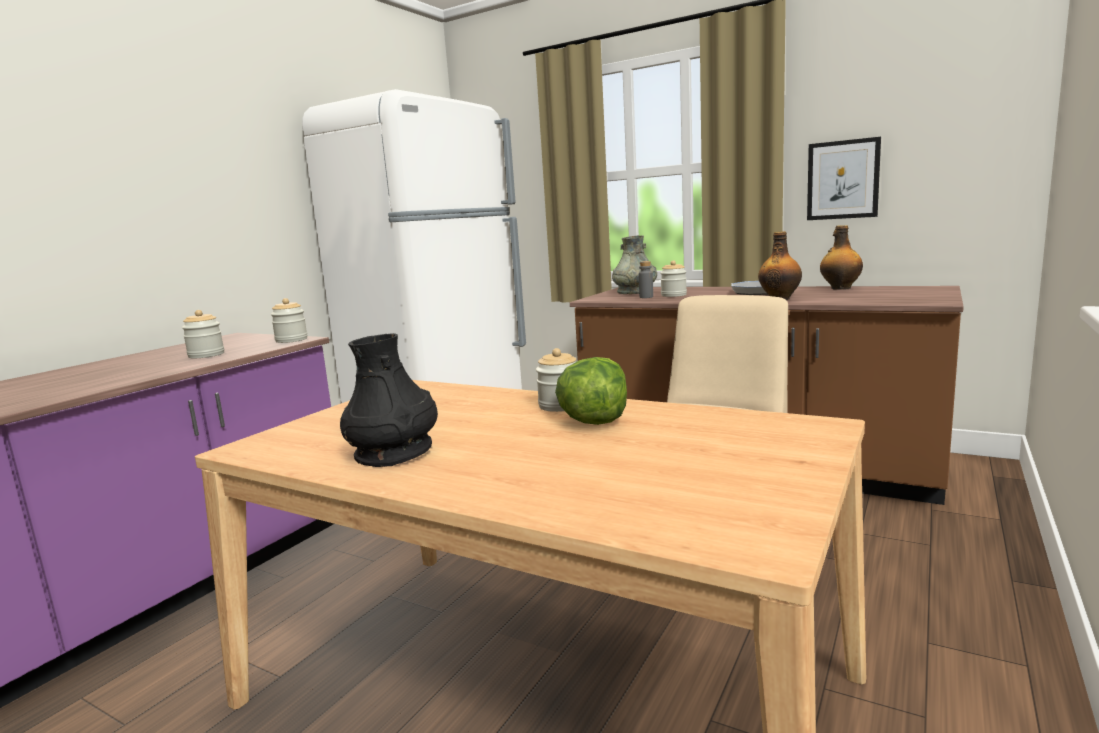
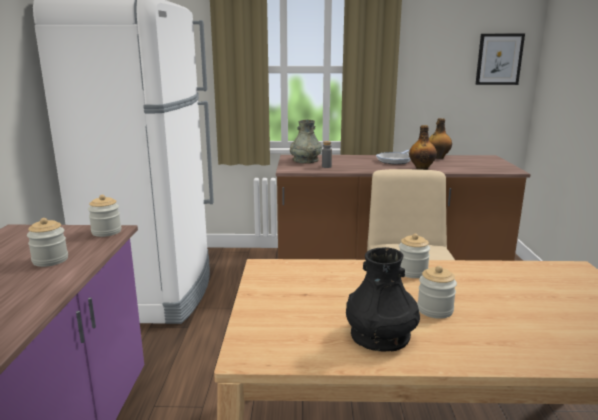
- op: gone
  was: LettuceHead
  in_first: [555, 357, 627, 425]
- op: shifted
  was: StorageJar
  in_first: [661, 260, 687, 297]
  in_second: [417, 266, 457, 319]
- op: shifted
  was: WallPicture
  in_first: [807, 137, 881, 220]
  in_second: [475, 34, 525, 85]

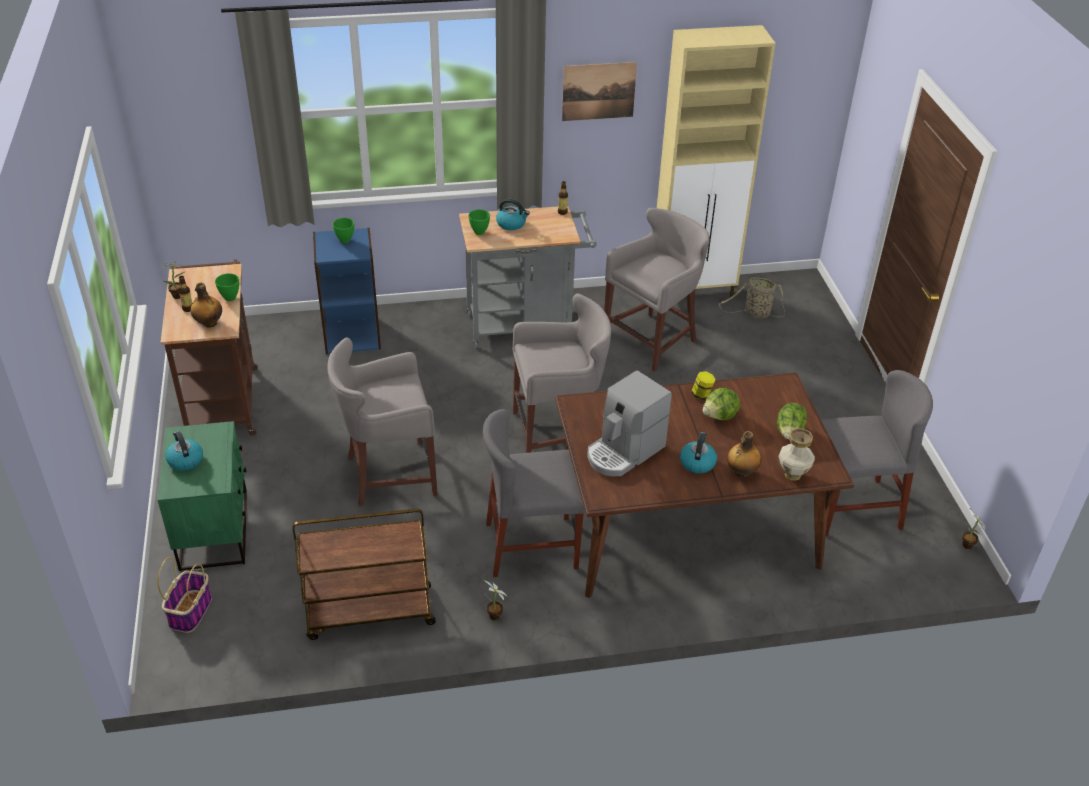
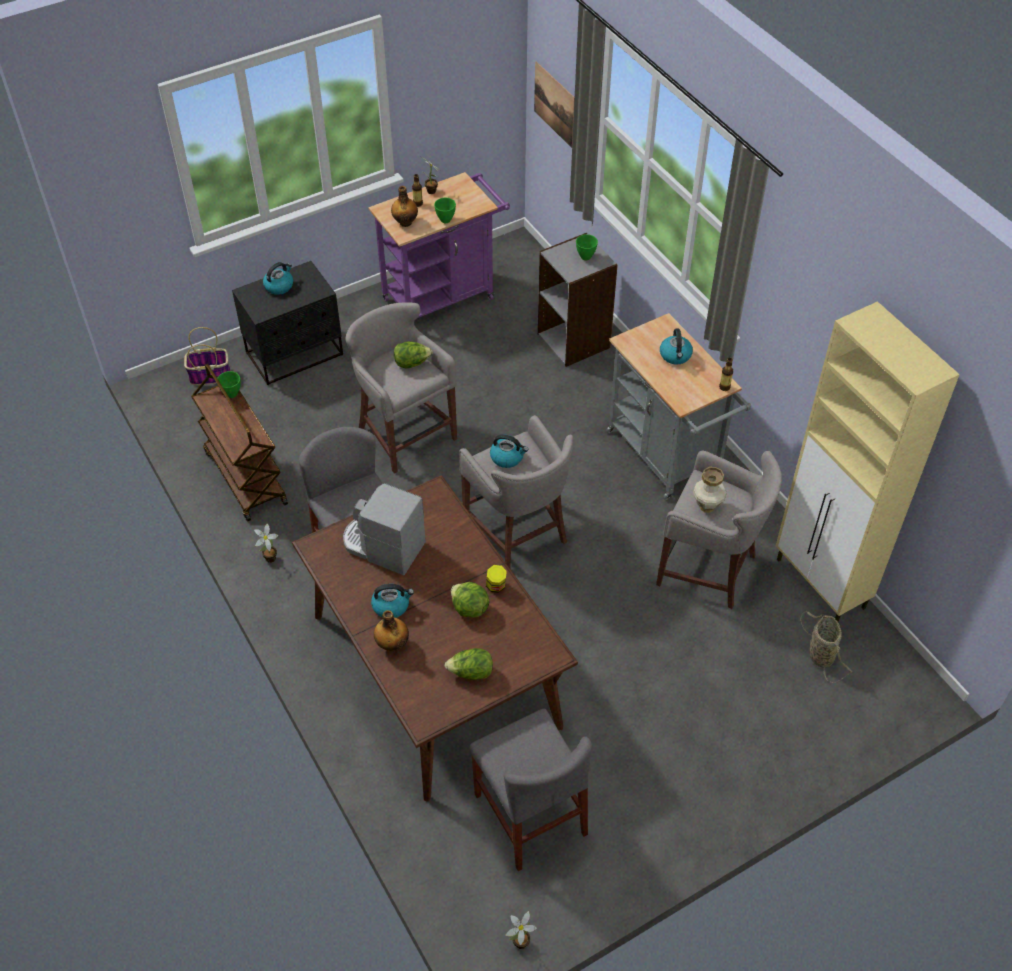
- op: new
  now: LettuceHead
  in_second: [394, 341, 433, 368]
- op: new
  now: TeaKettle
  in_second: [490, 434, 528, 468]
- op: shifted
  was: GreenishDeepDish
  in_first: [468, 209, 490, 235]
  in_second: [217, 371, 241, 398]
- op: shifted
  was: WallPicture
  in_first: [562, 62, 637, 121]
  in_second: [534, 61, 575, 148]
- op: shifted
  was: FlowerVase
  in_first: [778, 428, 815, 481]
  in_second: [693, 467, 727, 513]
- op: repainted
  was: GreenishNightstand
  now: BlackishNightstand
  in_first: [158, 421, 247, 571]
  in_second: [232, 261, 343, 385]
- op: repainted
  was: BrownColouredWheeledCart
  now: PurplishWheeledCart
  in_first: [161, 259, 258, 436]
  in_second: [368, 172, 510, 318]
- op: repainted
  was: BlueShelvingUnit
  now: GreyishShelvingUnit
  in_first: [313, 228, 381, 354]
  in_second: [538, 233, 618, 367]

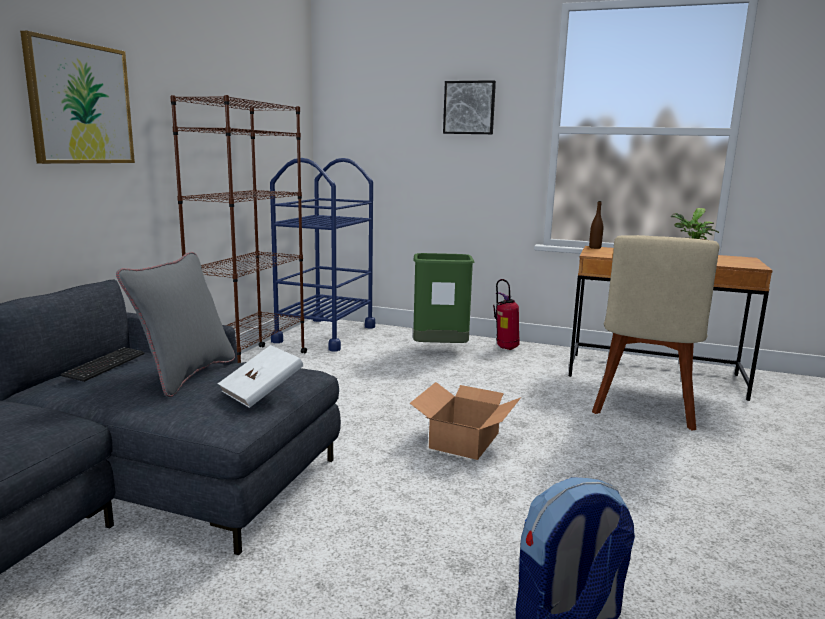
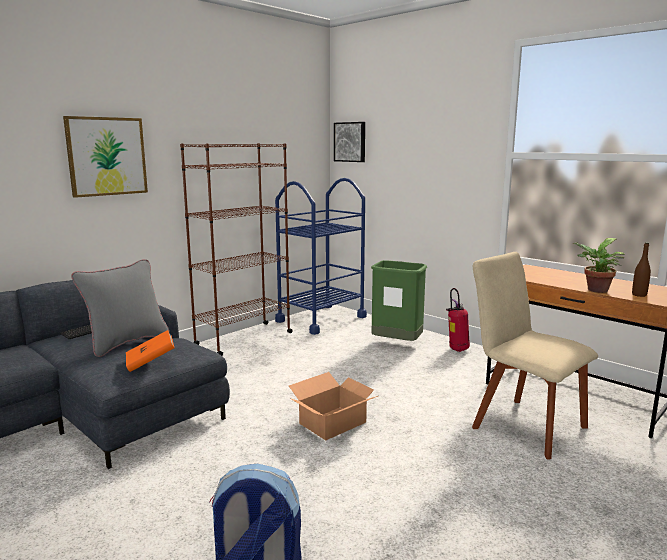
- op: shifted
  was: WallPicture
  in_first: [443, 80, 496, 134]
  in_second: [334, 122, 365, 162]
- op: shifted
  was: BrownColouredBeverageBottle
  in_first: [589, 201, 603, 249]
  in_second: [632, 242, 651, 297]
- op: repainted
  was: WhitishBook
  now: OrangeyBook
  in_first: [218, 345, 303, 408]
  in_second: [126, 330, 174, 372]
- op: rotated
  was: SandColouredPlainChair
  in_first: [592, 235, 719, 431]
  in_second: [472, 252, 598, 460]
  clockwise: 90

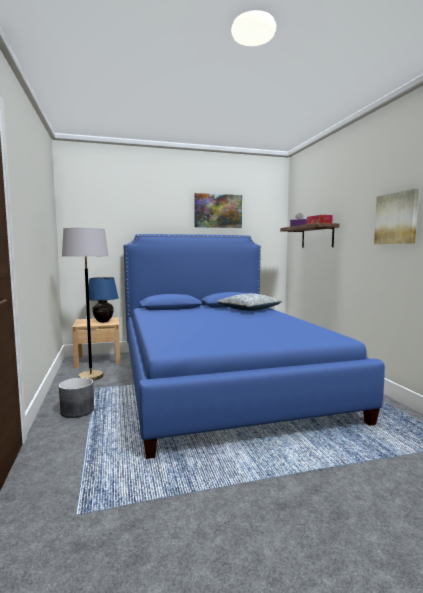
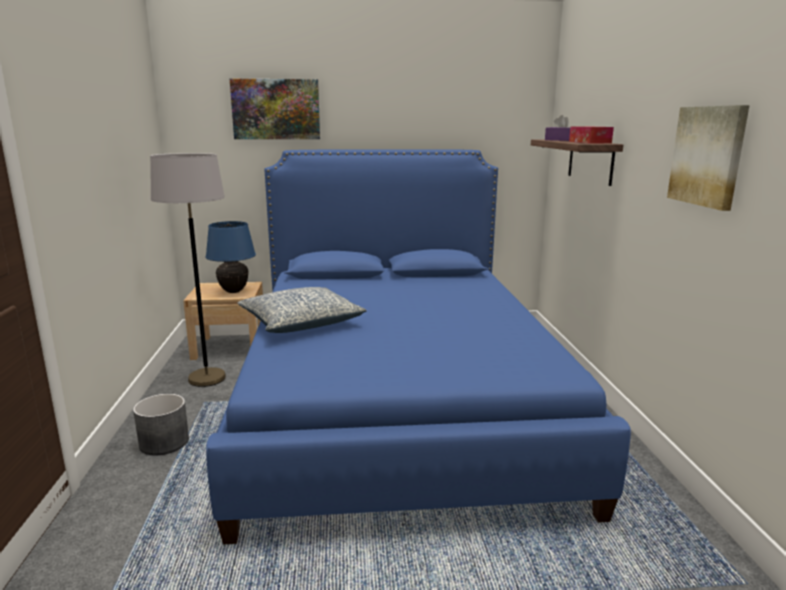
- op: shifted
  was: WallPicture
  in_first: [194, 193, 242, 228]
  in_second: [230, 79, 320, 139]
- op: shifted
  was: Pillow
  in_first: [217, 293, 282, 311]
  in_second: [238, 287, 367, 333]

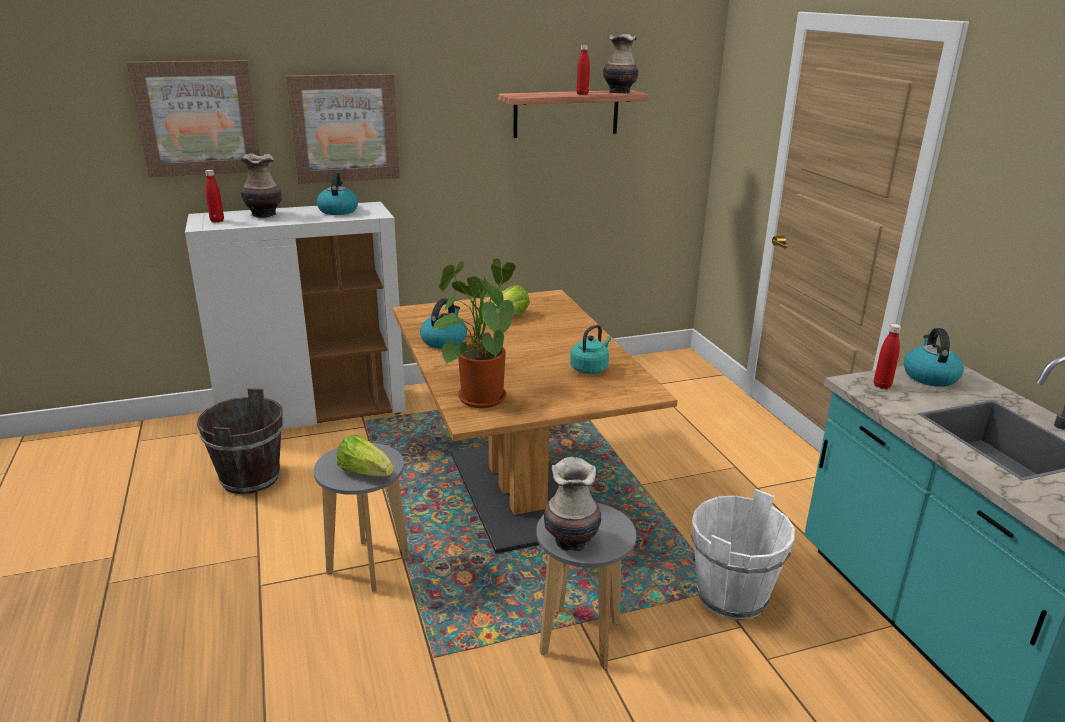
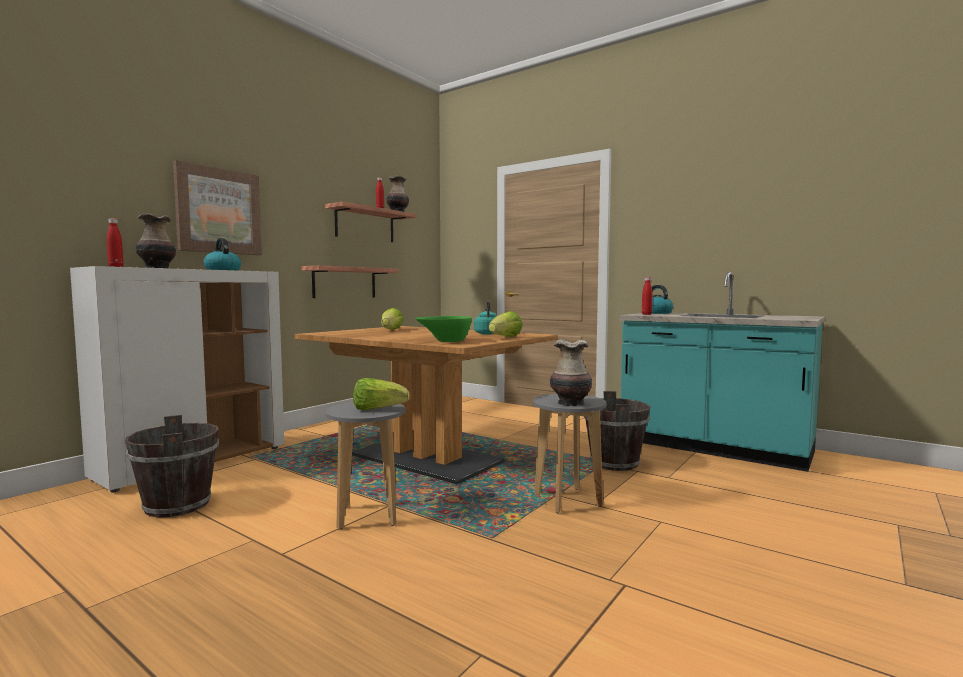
- op: gone
  was: WallPicture
  in_first: [127, 60, 260, 177]
- op: gone
  was: TeaKettle
  in_first: [420, 298, 467, 349]
- op: new
  now: Shelf
  in_second: [301, 265, 399, 298]
- op: new
  now: LettuceHead
  in_second: [489, 311, 523, 337]
- op: swapped
  was: PlantInAPot
  now: GreenishDeepDish
  in_first: [432, 258, 527, 408]
  in_second: [415, 316, 472, 342]
- op: repainted
  was: WhitishWaterBucket
  now: BrownColouredWaterBucket
  in_first: [691, 489, 795, 620]
  in_second: [584, 391, 650, 471]

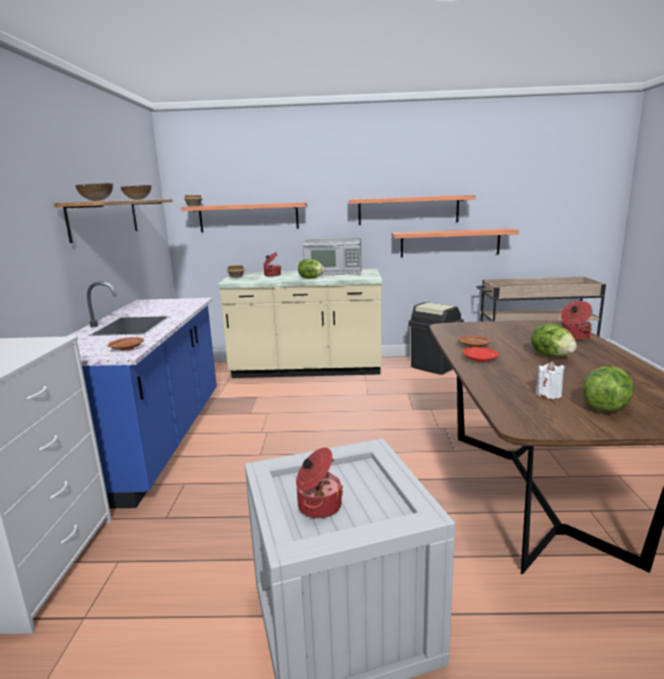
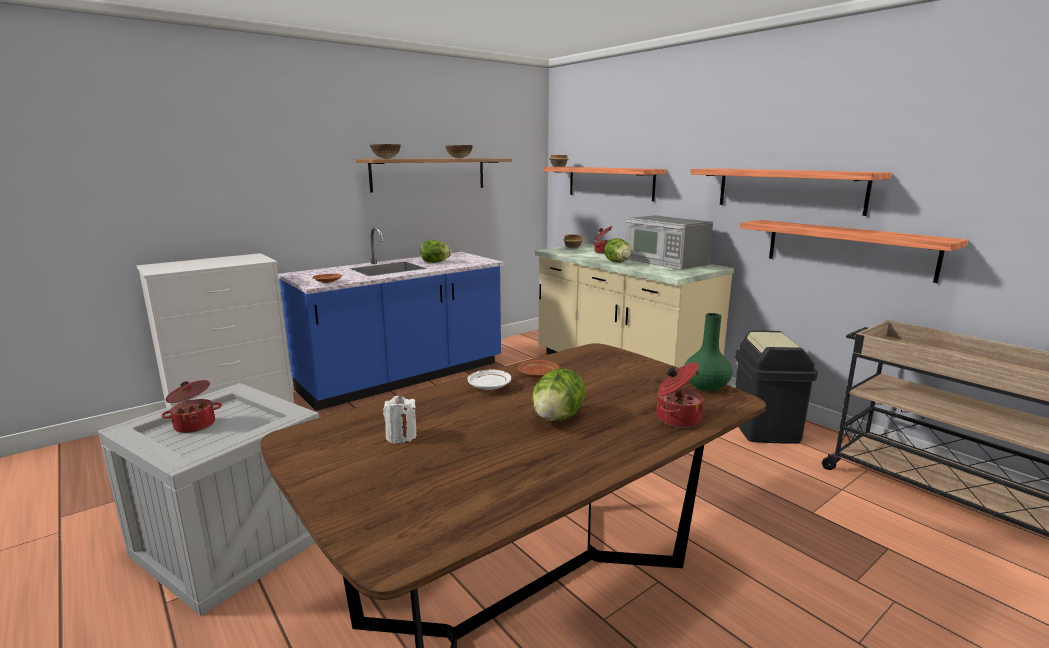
- op: new
  now: GreenishFlowerVase
  in_second: [685, 313, 733, 391]
- op: shifted
  was: LettuceHead
  in_first: [583, 366, 634, 412]
  in_second: [421, 240, 452, 263]
- op: repainted
  was: RedColouredDinnerPlate
  now: WhitishDinnerPlate
  in_first: [463, 347, 499, 362]
  in_second: [467, 369, 511, 390]

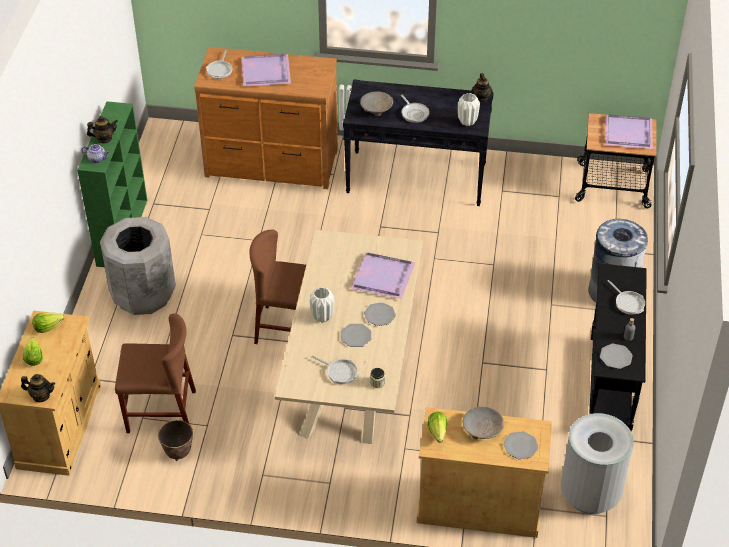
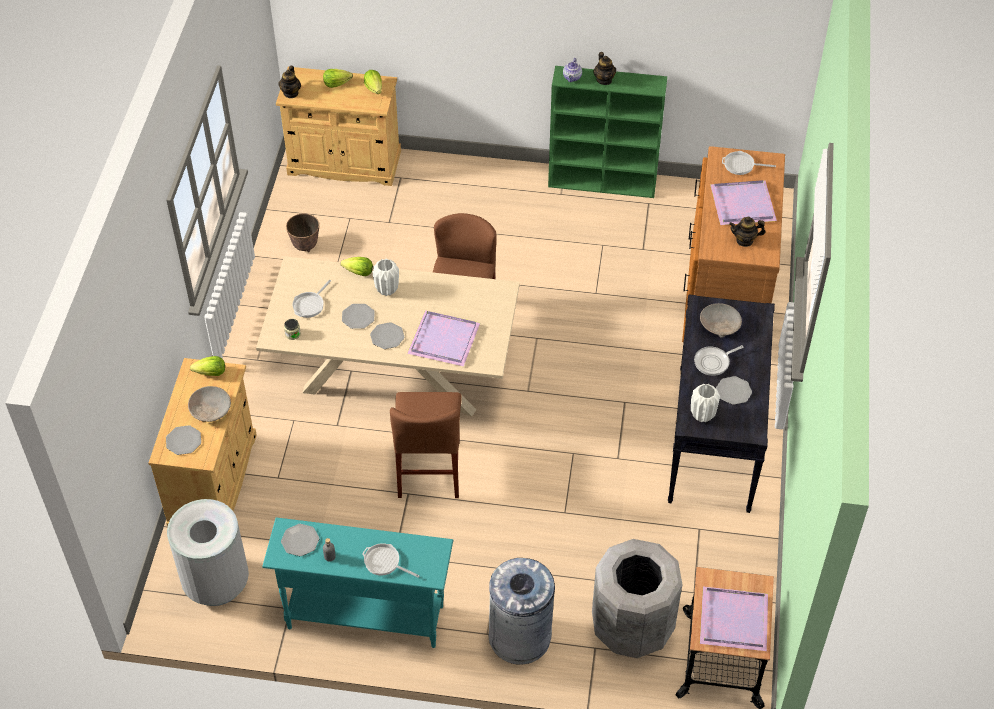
- op: new
  now: LettuceHead
  in_second: [341, 257, 373, 276]
- op: new
  now: DinnerPlate
  in_second: [716, 376, 752, 405]
- op: shifted
  was: GreyishRubbishBin
  in_first: [100, 217, 176, 315]
  in_second: [592, 539, 682, 658]
- op: shifted
  was: BrownColouredPlainChair
  in_first: [115, 313, 196, 433]
  in_second: [390, 392, 462, 498]
- op: shifted
  was: PotForTea
  in_first: [472, 73, 493, 102]
  in_second: [729, 217, 765, 247]
- op: repainted
  was: BlackishNarrowTable
  now: TurquoiseNarrowTable
  in_first: [589, 263, 647, 431]
  in_second: [262, 517, 453, 648]
- op: rotated
  was: Pan
  in_first: [608, 280, 645, 315]
  in_second: [362, 543, 420, 578]
  clockwise: 60

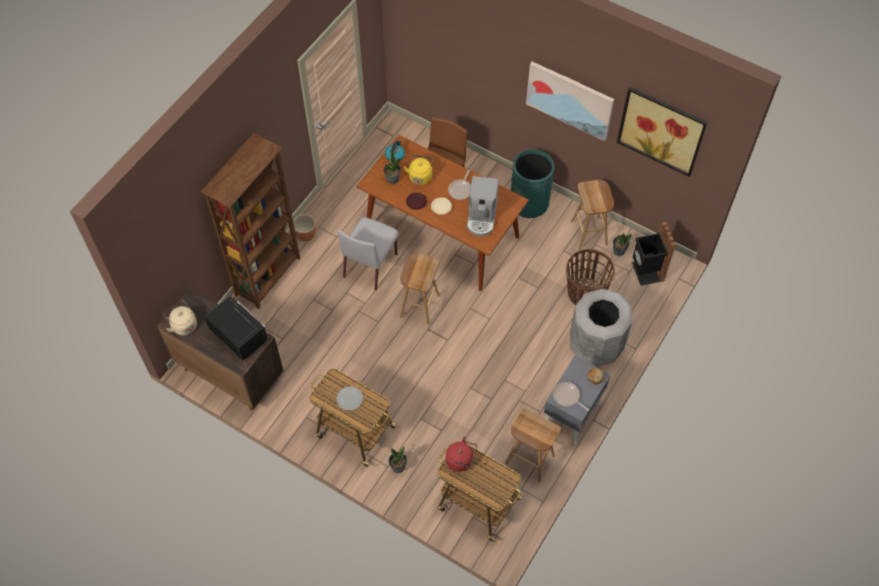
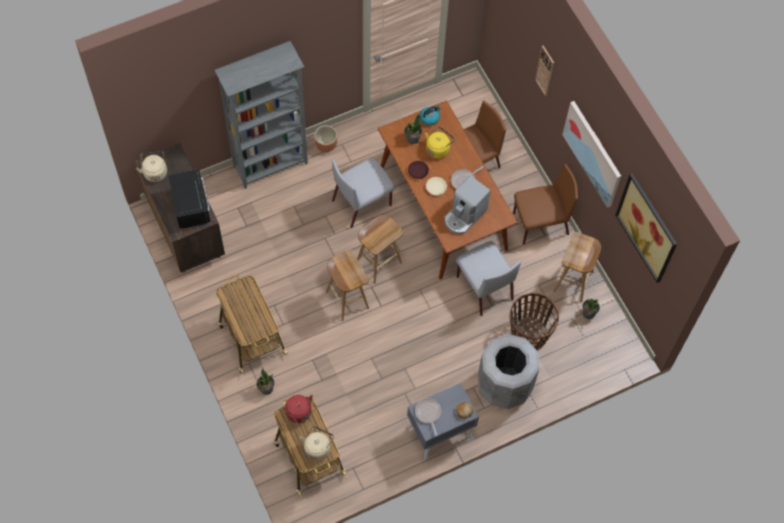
- op: gone
  was: DinnerPlate
  in_first: [336, 386, 363, 410]
- op: gone
  was: BlackishRubbishBin
  in_first: [632, 221, 676, 286]
- op: new
  now: SandColouredTeaKettle
  in_second: [300, 426, 334, 461]
- op: new
  now: GreyishPlainChair
  in_second: [456, 241, 521, 316]
- op: new
  now: WallClock
  in_second: [535, 45, 554, 96]
- op: shifted
  was: BrownColouredSittingStool
  in_first: [505, 408, 561, 482]
  in_second: [326, 250, 369, 321]
- op: swapped
  was: GreenishRubbishBin
  now: BrownColouredPlainChair
  in_first: [511, 149, 554, 218]
  in_second: [513, 164, 578, 244]
- op: repainted
  was: BrownColouredShelvingUnit
  now: GreyishShelvingUnit
  in_first: [201, 133, 300, 309]
  in_second: [215, 41, 308, 189]

